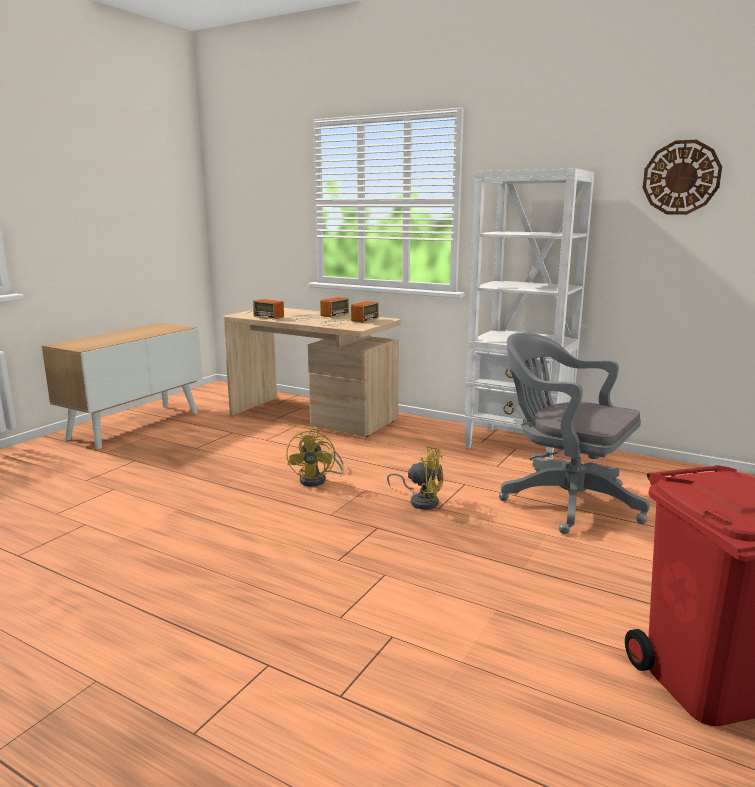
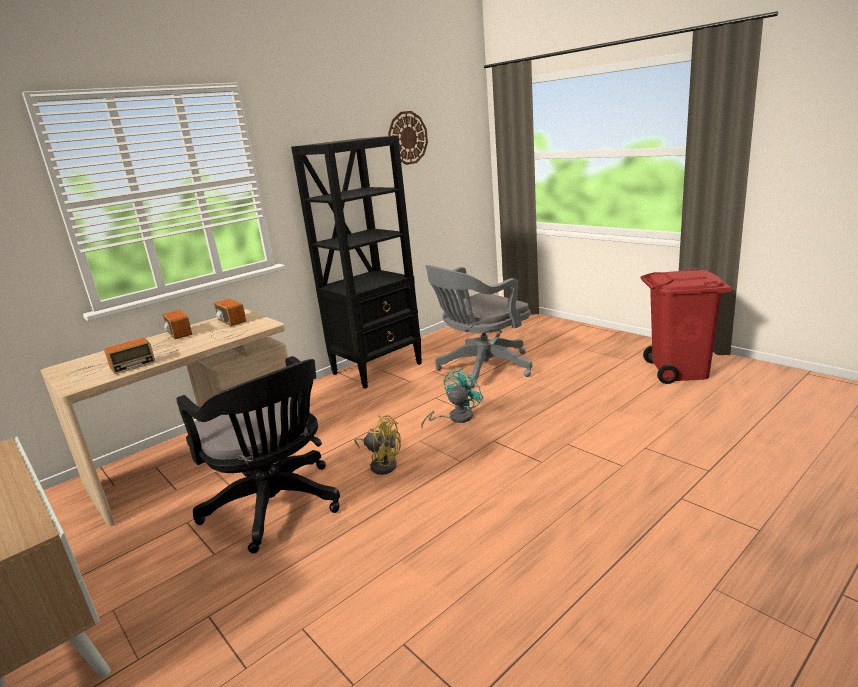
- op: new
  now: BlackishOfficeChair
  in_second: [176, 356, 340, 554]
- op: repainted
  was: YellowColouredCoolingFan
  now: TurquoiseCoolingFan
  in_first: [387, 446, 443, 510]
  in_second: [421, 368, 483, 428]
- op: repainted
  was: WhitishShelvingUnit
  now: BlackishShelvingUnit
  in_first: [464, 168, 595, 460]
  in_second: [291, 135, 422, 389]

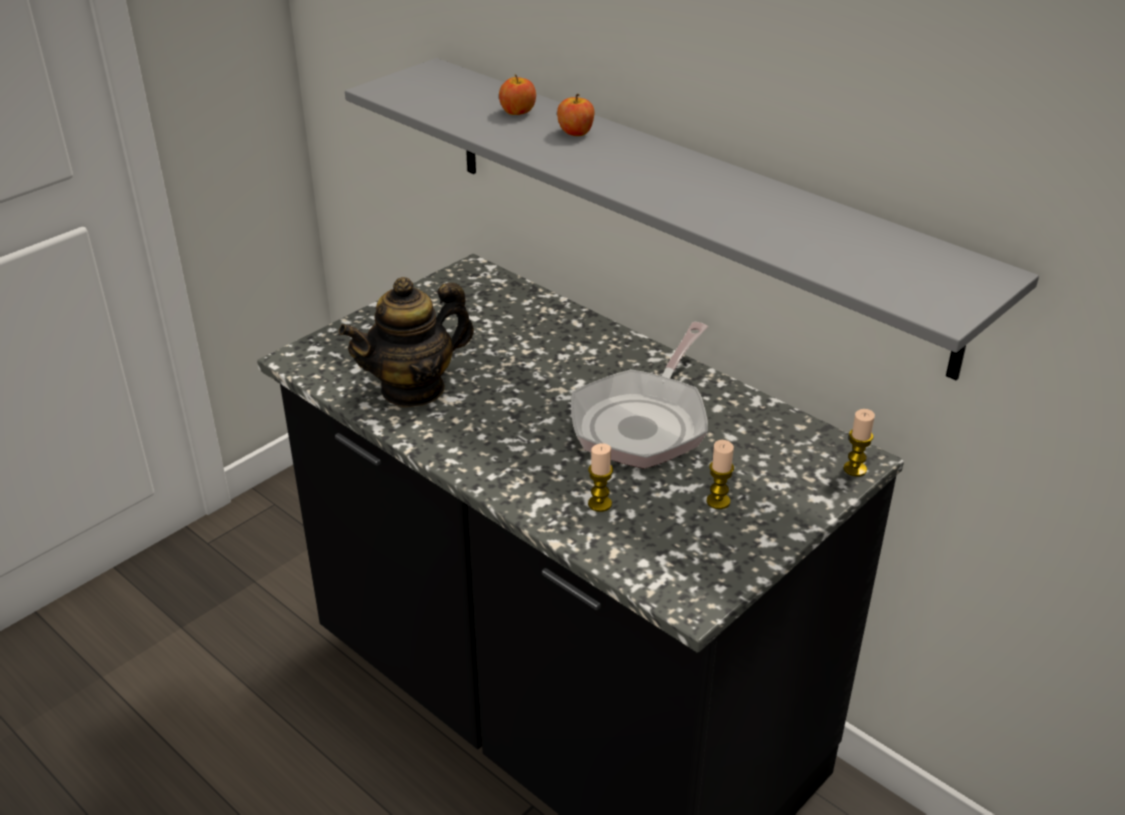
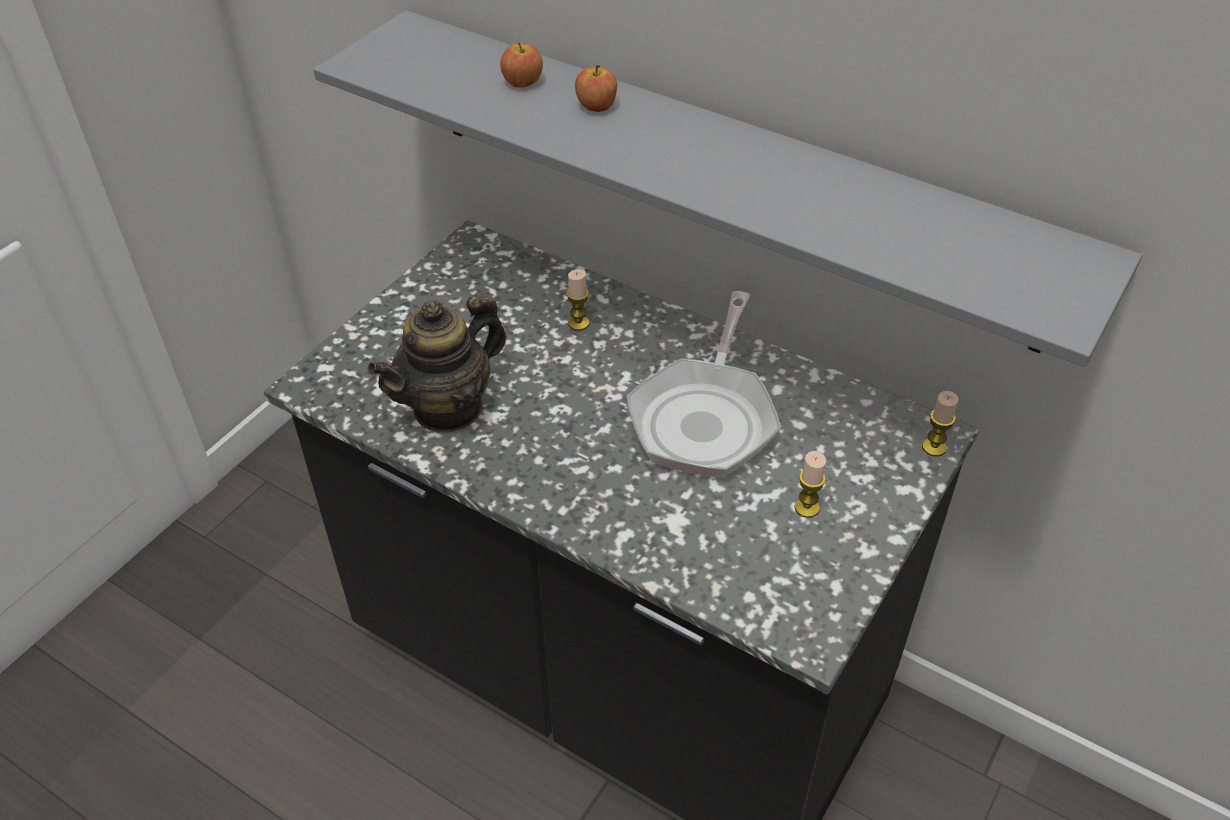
- op: shifted
  was: Candle
  in_first: [588, 443, 613, 512]
  in_second: [566, 269, 589, 331]

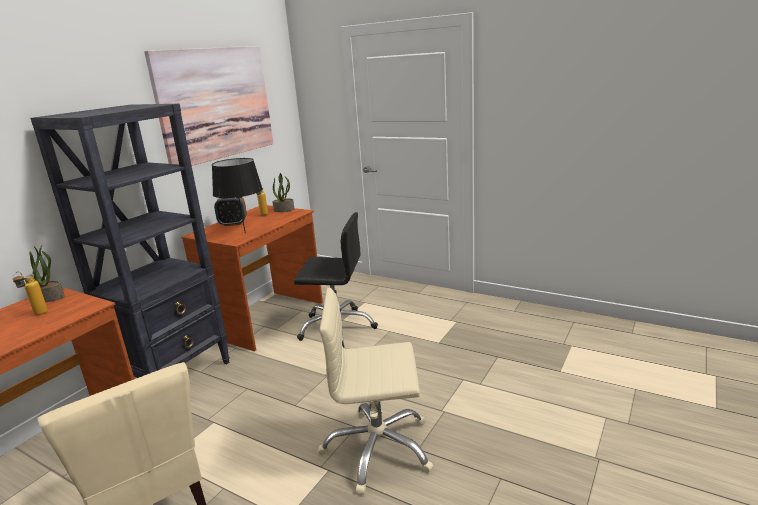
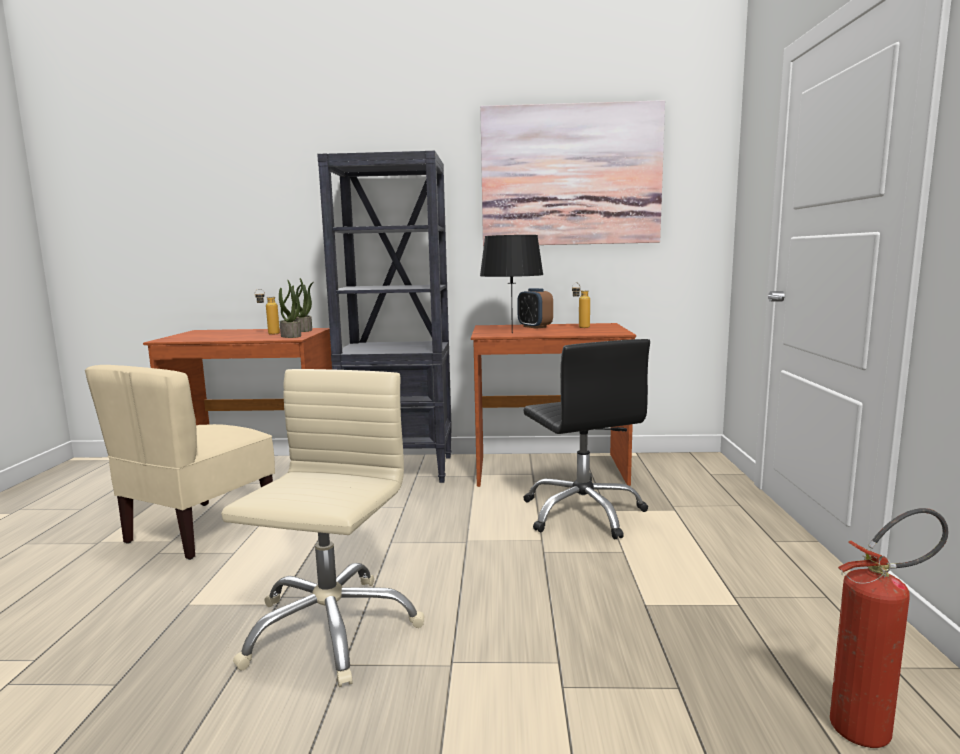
- op: new
  now: FireExtinguisher
  in_second: [830, 508, 949, 748]
- op: shifted
  was: PlantInAPot
  in_first: [272, 173, 294, 212]
  in_second: [279, 280, 302, 338]
- op: rotated
  was: SandColouredOfficeChair
  in_first: [318, 288, 433, 494]
  in_second: [221, 369, 424, 687]
  clockwise: 45

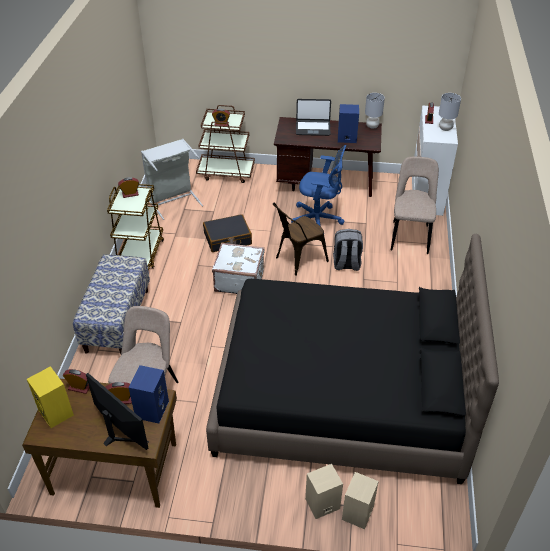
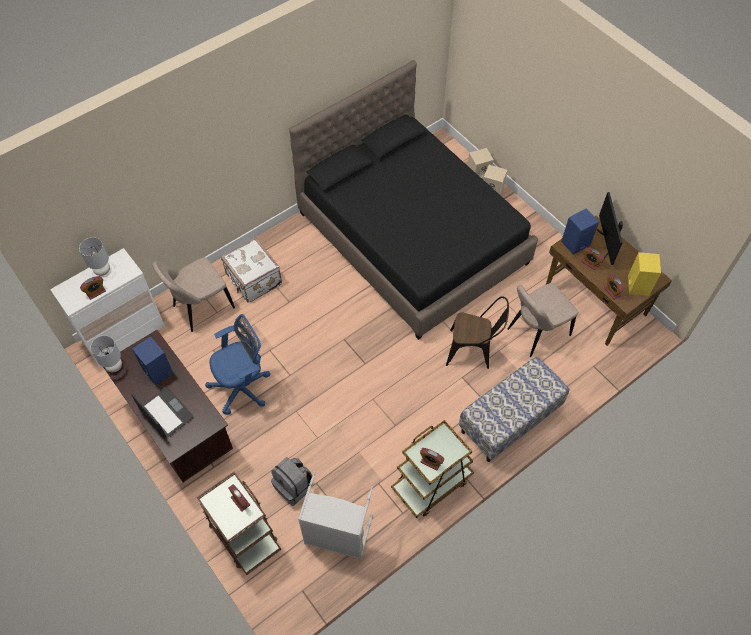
- op: gone
  was: BlackishPieceOfLuggage
  in_first: [203, 214, 252, 252]
- op: shifted
  was: WhitishPieceOfLuggage
  in_first: [212, 243, 265, 294]
  in_second: [221, 238, 282, 303]
- op: shifted
  was: BrownColouredPlainChair
  in_first: [273, 203, 329, 276]
  in_second: [446, 296, 509, 369]
- op: shifted
  was: GreyishRucksack
  in_first: [333, 229, 363, 271]
  in_second: [271, 457, 313, 506]
- op: rotated
  was: BlueOfficeChair
  in_first: [291, 145, 347, 227]
  in_second: [205, 314, 270, 415]
  clockwise: 90

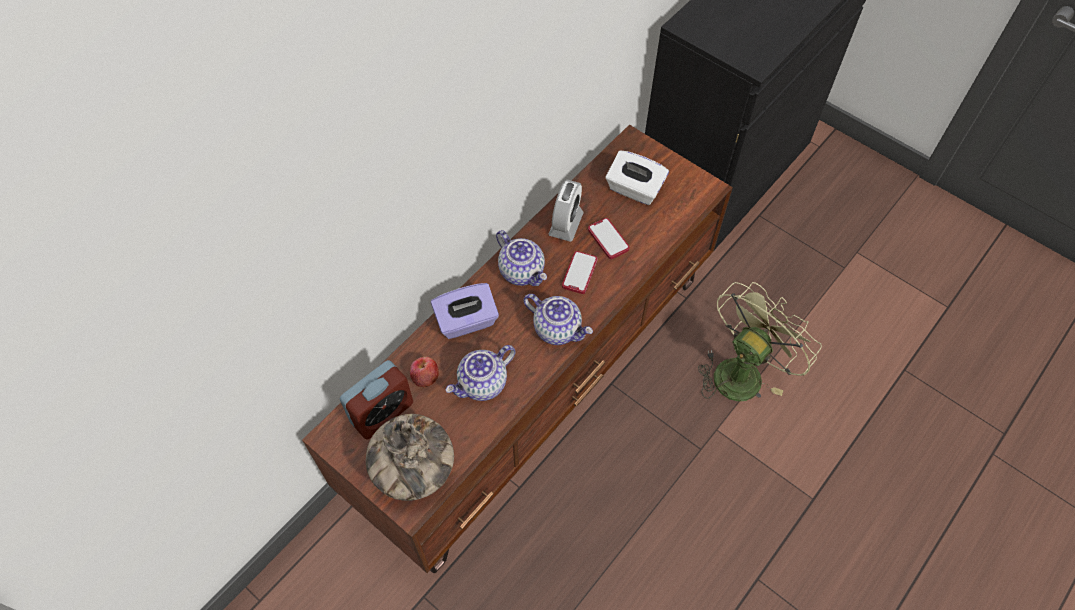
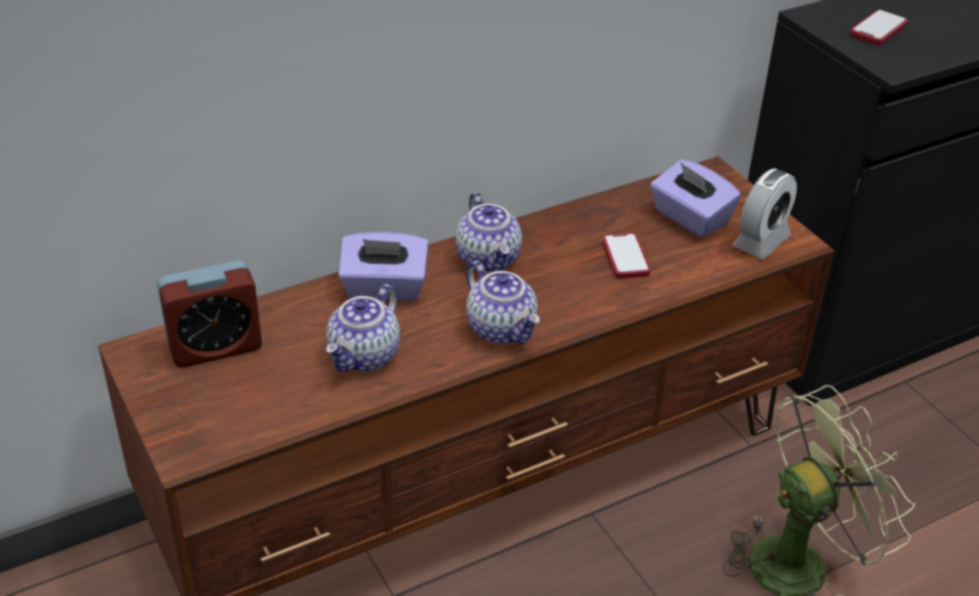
- op: gone
  was: FlowerVase
  in_first: [366, 414, 454, 501]
- op: gone
  was: Apple
  in_first: [410, 357, 439, 388]
- op: shifted
  was: AlarmClock
  in_first: [548, 180, 584, 242]
  in_second: [732, 169, 797, 259]
- op: shifted
  was: Telephone
  in_first: [562, 251, 598, 294]
  in_second: [850, 10, 908, 45]
- op: repainted
  was: WhitishTissueBox
  now: PurplishTissueBox
  in_first: [606, 150, 669, 205]
  in_second: [650, 159, 741, 238]
- op: rotated
  was: PotForTea
  in_first: [445, 345, 516, 401]
  in_second: [326, 284, 400, 372]
  clockwise: -45

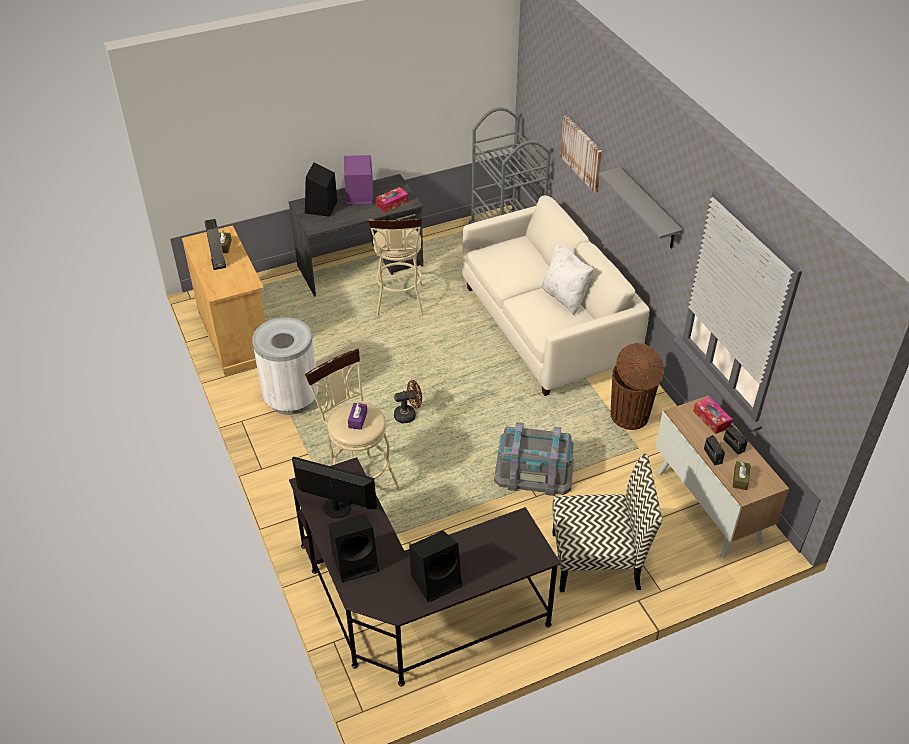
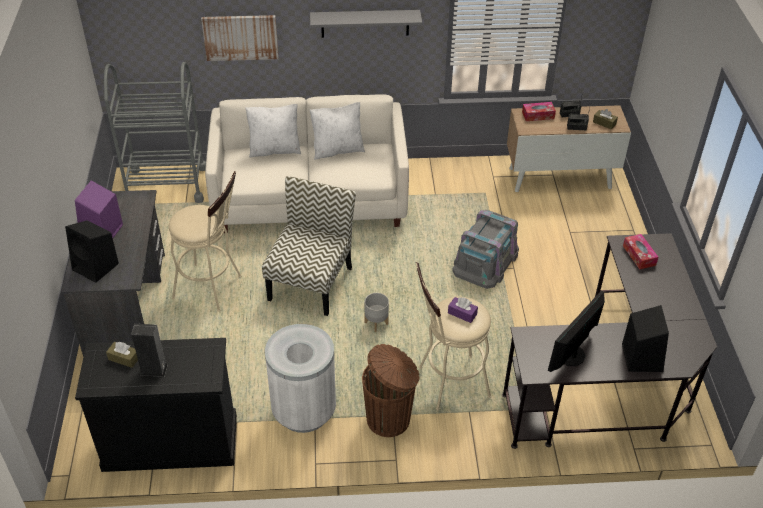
- op: gone
  was: BlackishSpeaker
  in_first: [409, 531, 462, 602]
- op: new
  now: WhitishPillow
  in_second: [245, 104, 301, 157]
- op: shifted
  was: TissueBox
  in_first: [376, 187, 409, 212]
  in_second: [623, 234, 658, 270]
- op: shifted
  was: PlainChair
  in_first: [552, 453, 662, 592]
  in_second: [262, 176, 356, 316]
- op: shifted
  was: BrownColouredRubbishBin
  in_first: [611, 343, 664, 430]
  in_second: [362, 344, 419, 437]
- op: swapped
  was: BrownColouredCoolingFan
  now: GreyishPlantPot
  in_first: [394, 380, 422, 423]
  in_second: [365, 293, 389, 332]
- op: repainted
  was: SandColouredCupboard
  now: BlackishCupboard
  in_first: [182, 225, 265, 376]
  in_second: [75, 338, 237, 472]

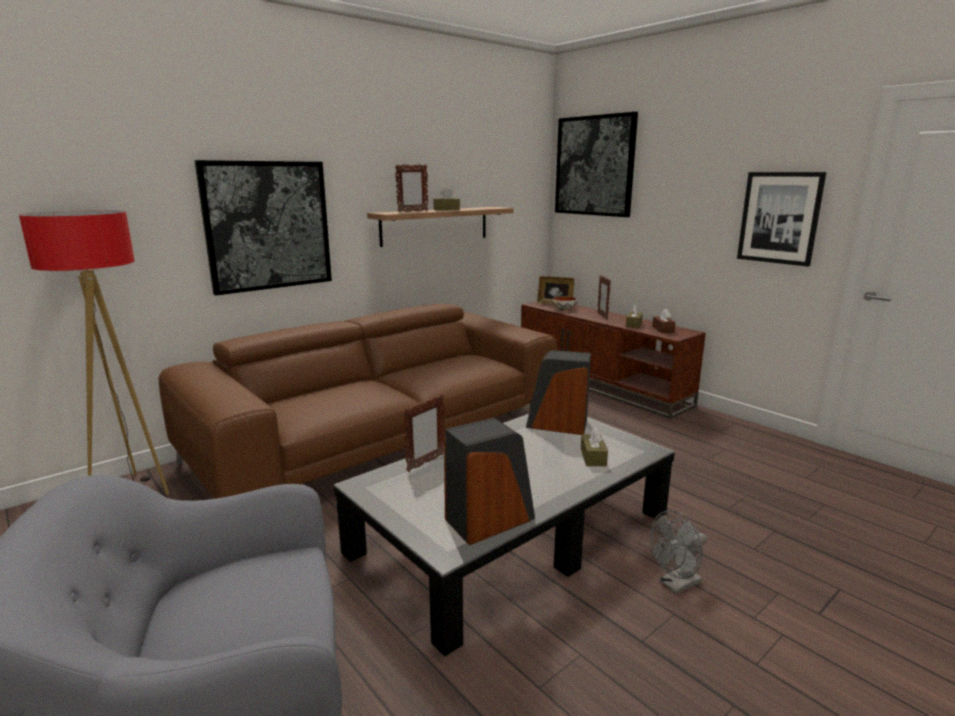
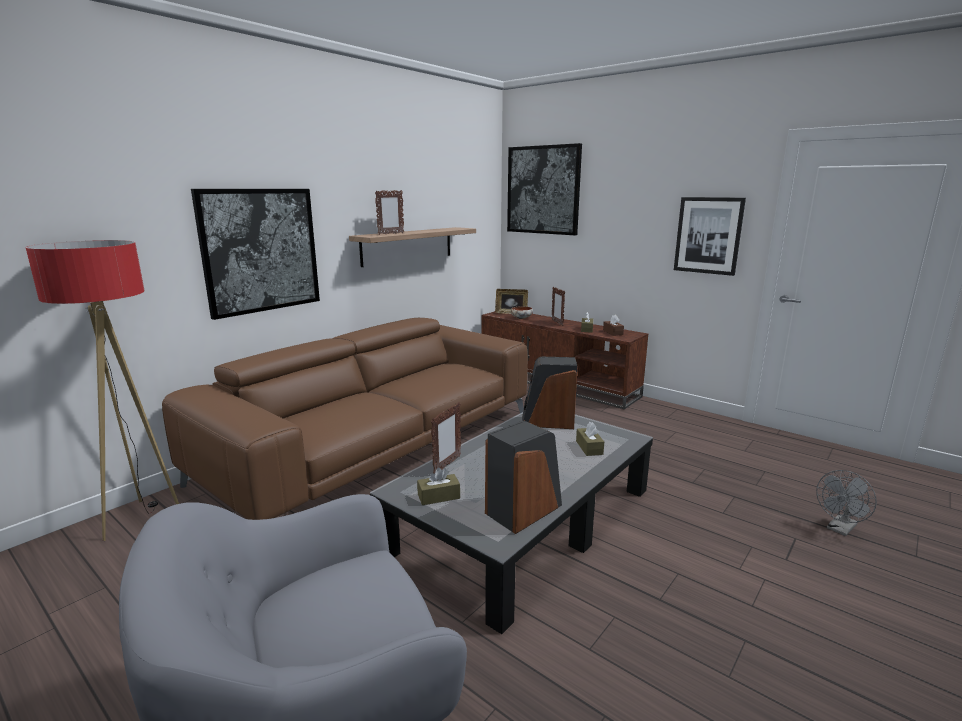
- op: shifted
  was: BrownColouredTissueBox
  in_first: [434, 188, 460, 211]
  in_second: [417, 468, 460, 505]
- op: shifted
  was: GreyishCoolingFan
  in_first: [650, 510, 707, 594]
  in_second: [816, 470, 877, 536]

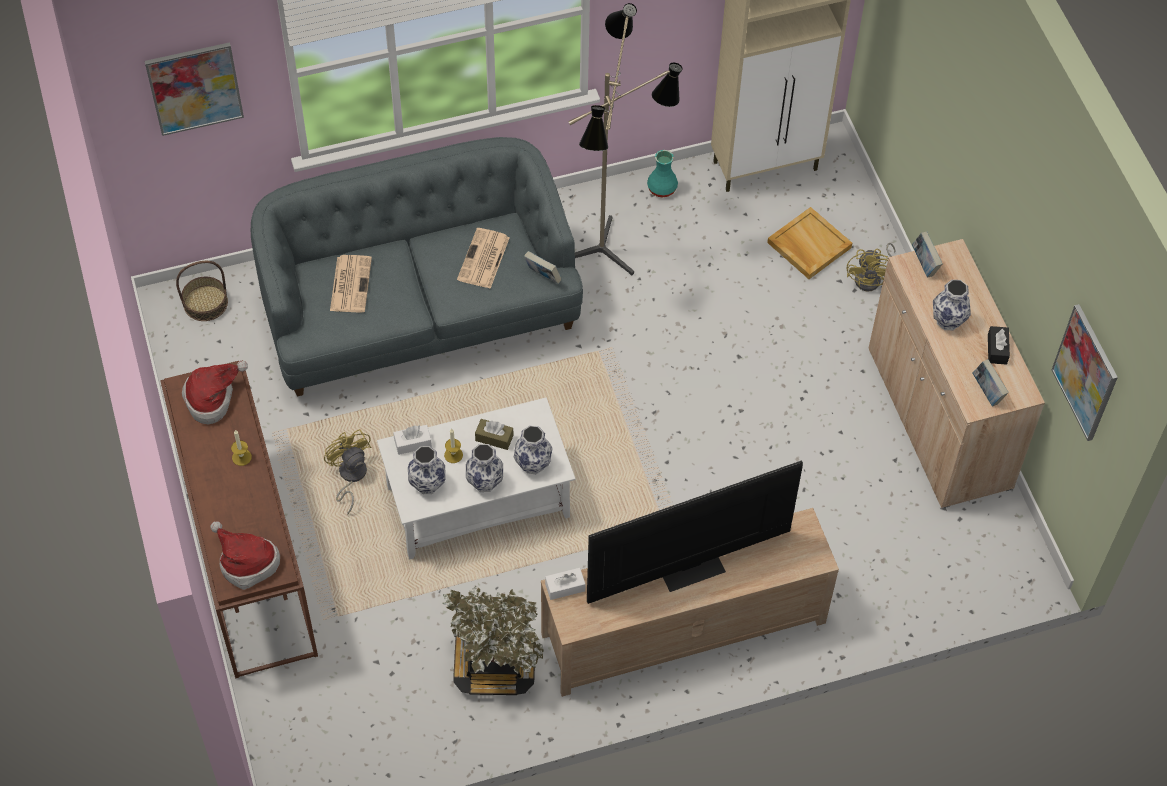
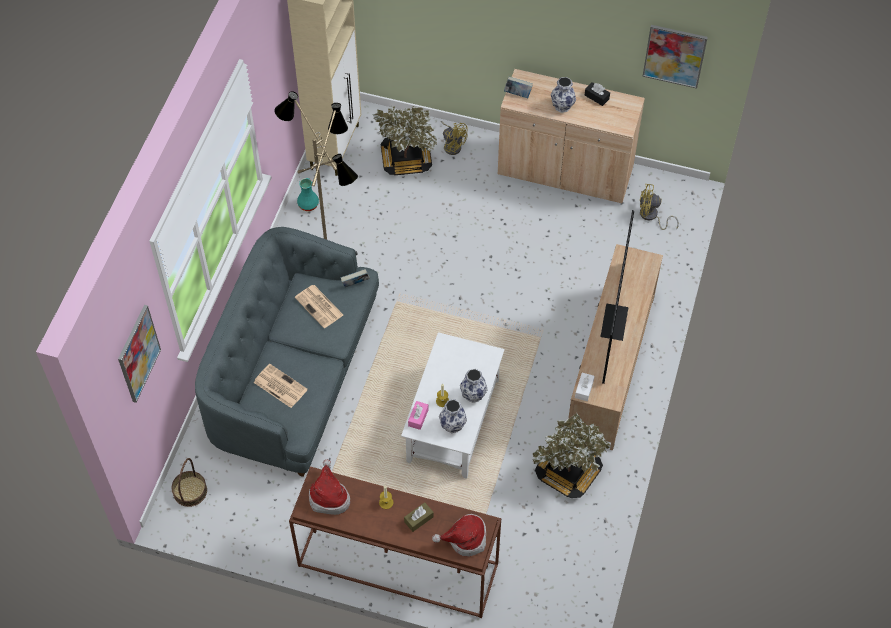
- op: gone
  was: FlowerVase
  in_first: [514, 426, 553, 474]
- op: gone
  was: Book
  in_first: [973, 359, 1009, 406]
- op: shifted
  was: YellowColouredCoolingFan
  in_first: [324, 429, 372, 515]
  in_second: [640, 184, 679, 230]
- op: shifted
  was: BrownColouredTissueBox
  in_first: [475, 419, 514, 450]
  in_second: [404, 502, 434, 532]
- op: swapped
  was: SandColouredServingTray
  now: PlantInAPot
  in_first: [767, 207, 852, 279]
  in_second: [372, 106, 437, 175]
- op: repainted
  was: WhitishTissueBox
  now: PinkTissueBox
  in_first: [393, 425, 432, 455]
  in_second: [408, 401, 429, 430]

